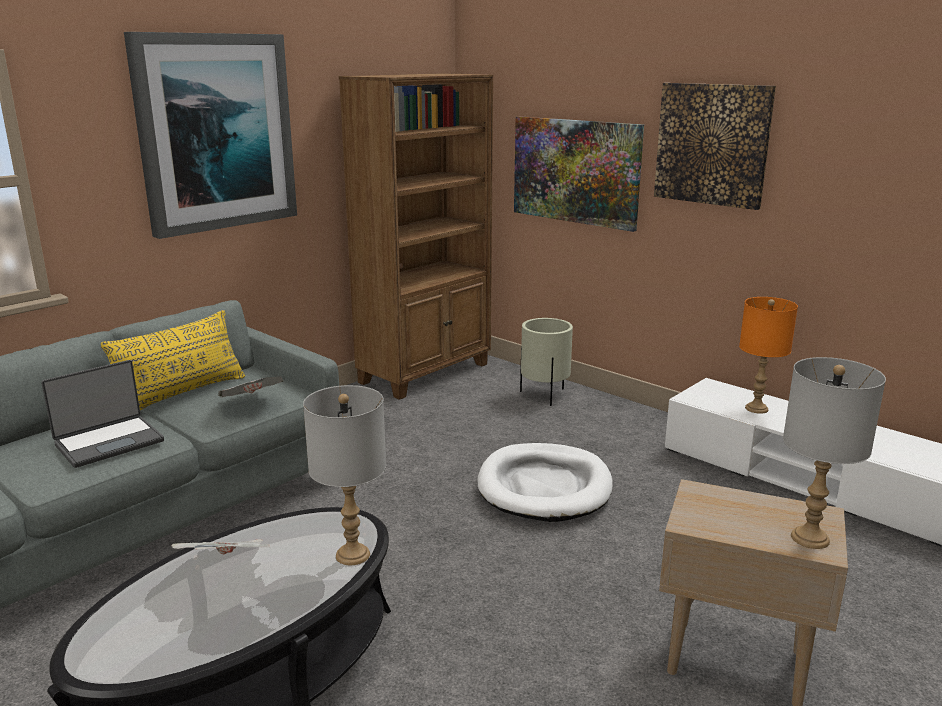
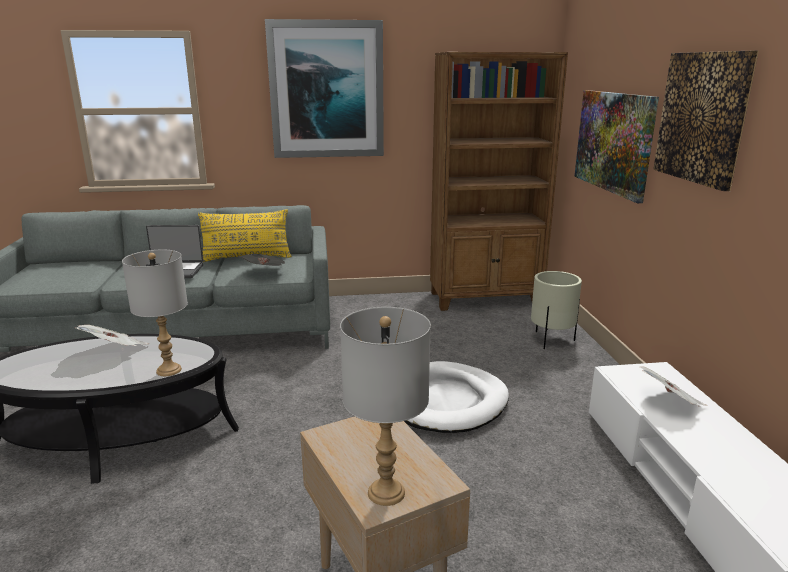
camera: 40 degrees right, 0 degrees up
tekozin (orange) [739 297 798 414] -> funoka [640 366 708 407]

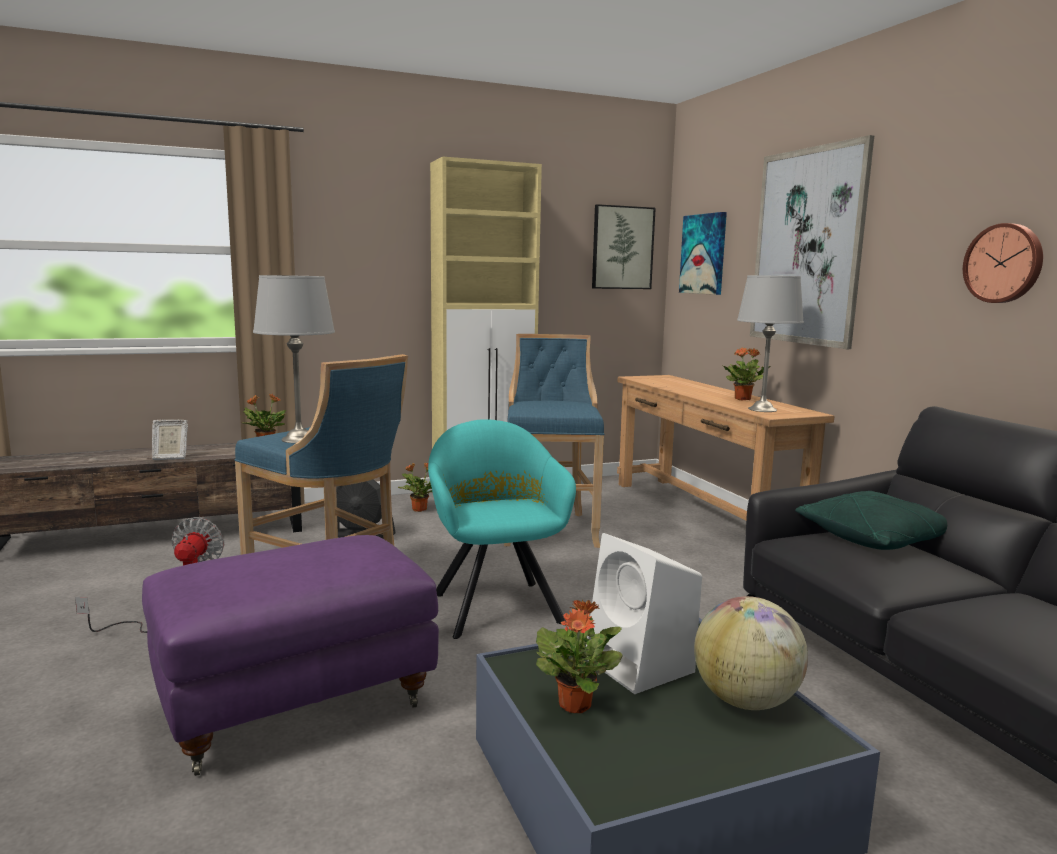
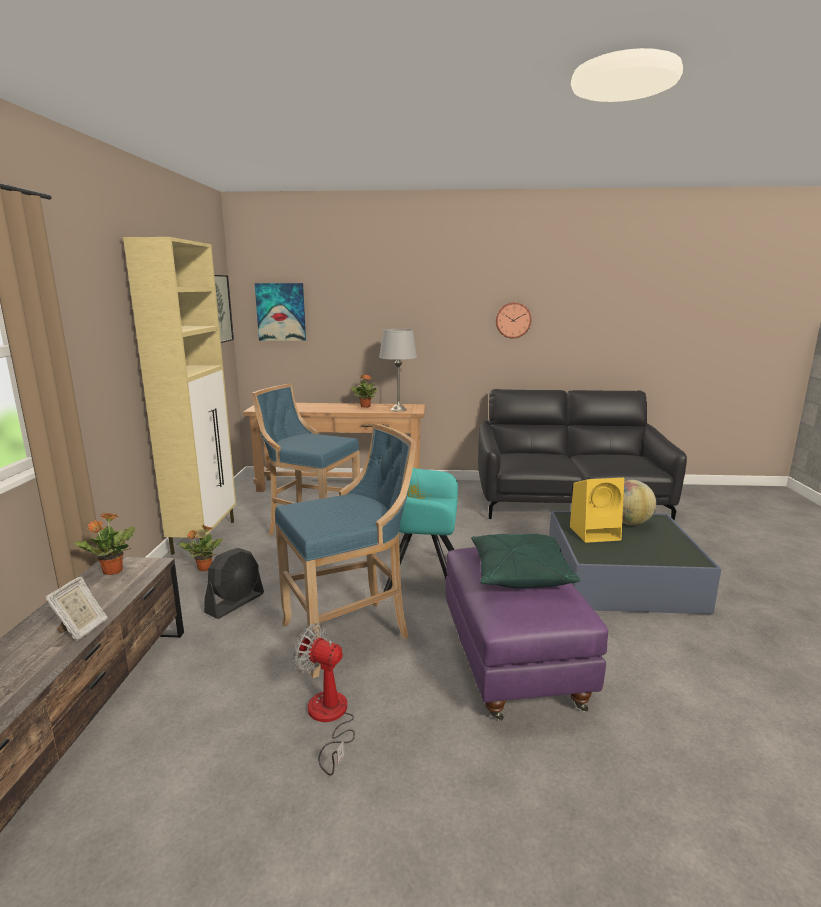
camera: 65 degrees left, 5 degrees up
tekozin (grey) [253 275 335 443] -> none
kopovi [536 600 623 713] -> none
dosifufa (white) [586 533 702 694] -> dosifufa (yellow) [570 478 624 543]
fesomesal [750 135 874 349] -> none
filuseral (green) [795 491 947 550] -> filuseral (green) [471 534 581 588], shifted

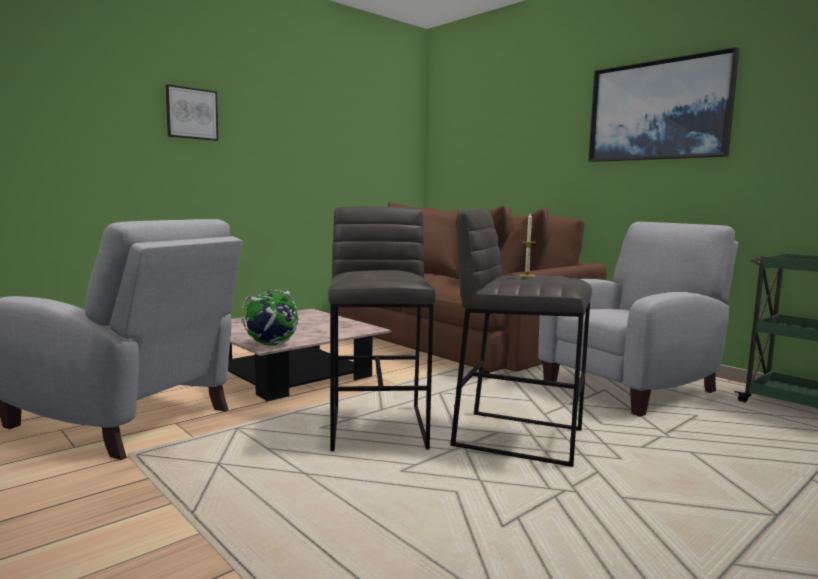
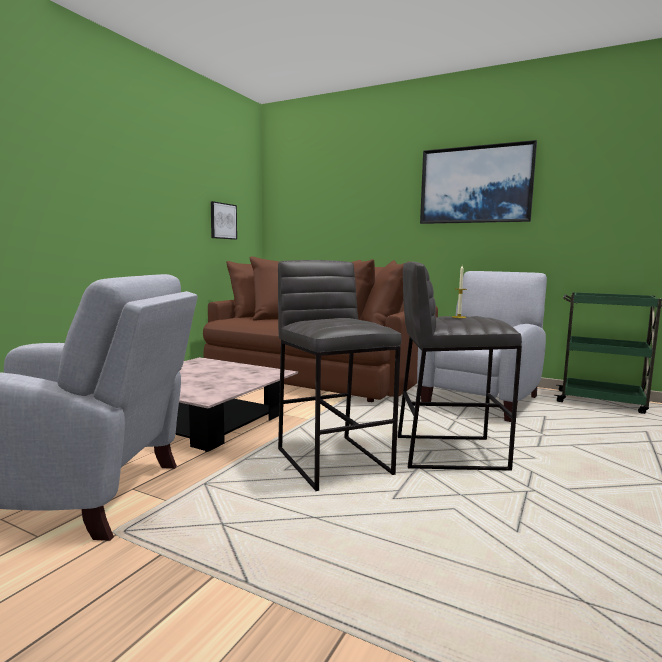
camera: 20 degrees left, 0 degrees up
fesomesal [165 84 218 141] -> fesomesal [211 201 237 240], shifted
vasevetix [241 290 299 346] -> none

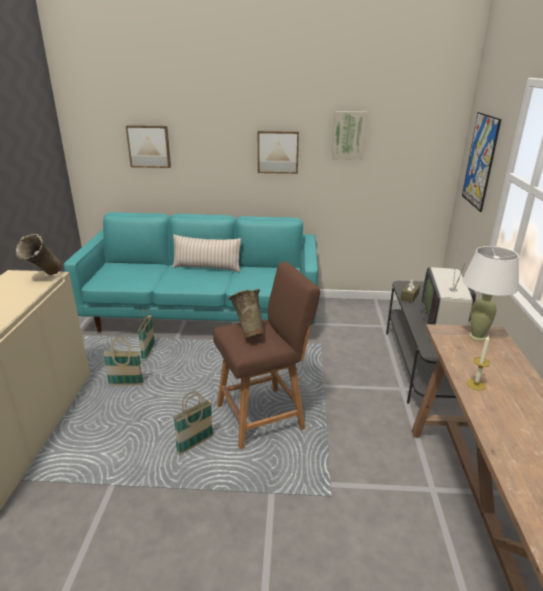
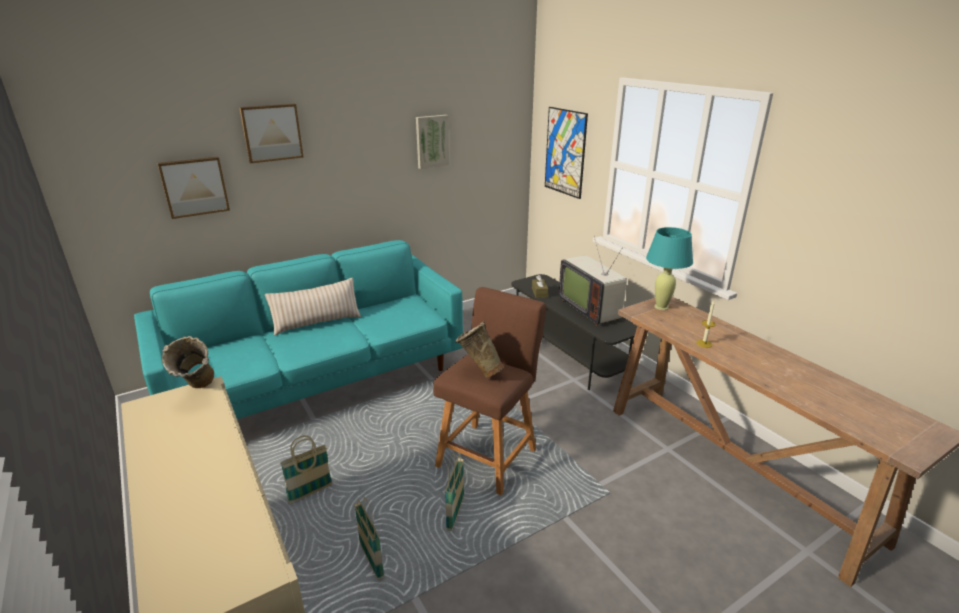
camera: 35 degrees left, 0 degrees up
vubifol [138 309 155 361] -> vubifol [354 497 384 580], shifted
fesomesal [258 131 299 174] -> fesomesal [239 104 304 163], shifted
tekozin (white) [462 246 519 341] -> tekozin (turquoise) [646 227 693 310]

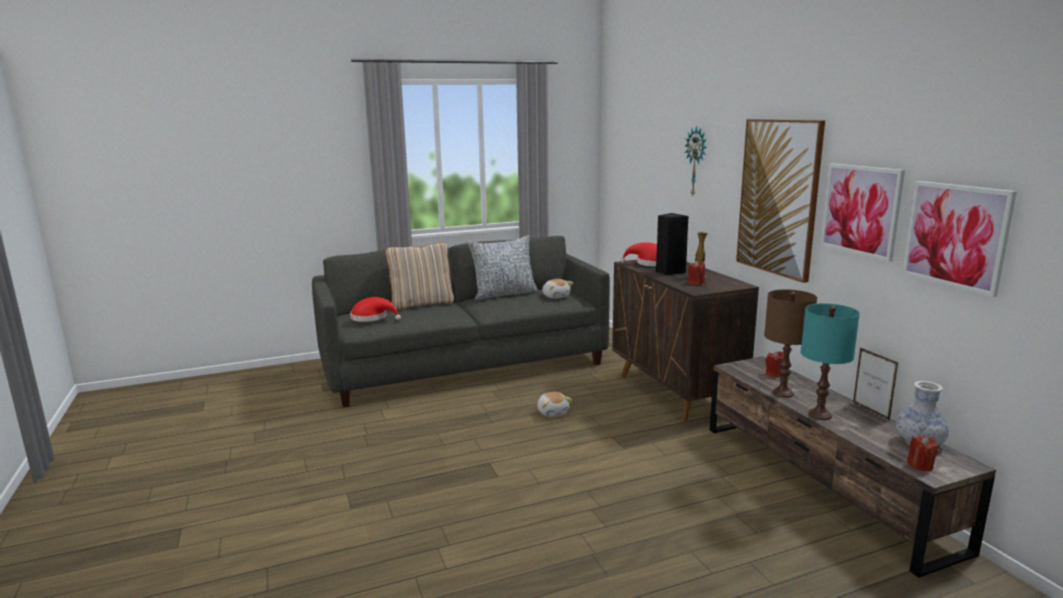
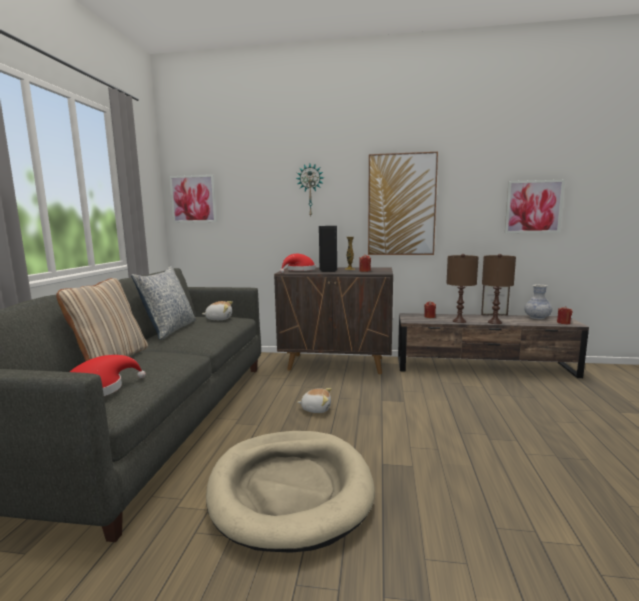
camera: 60 degrees left, 5 degrees down
tekozin (turquoise) [801 303 860 420] -> tekozin (brown) [482 254 516 324]
fesomesal [820 163 905 262] -> fesomesal [169 175 217 223], shifted
none -> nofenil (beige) [206 431 375 553]

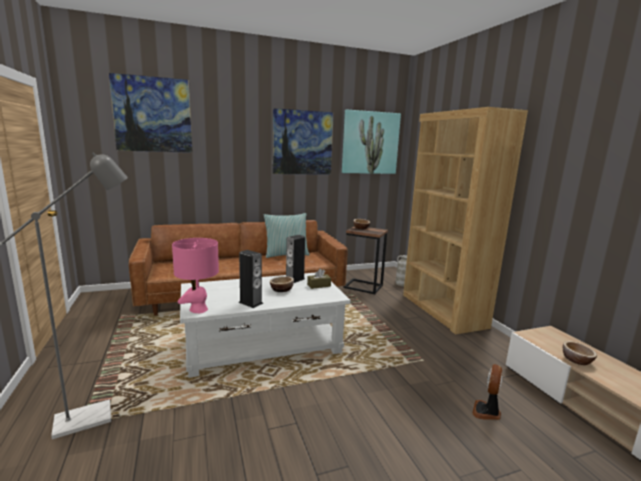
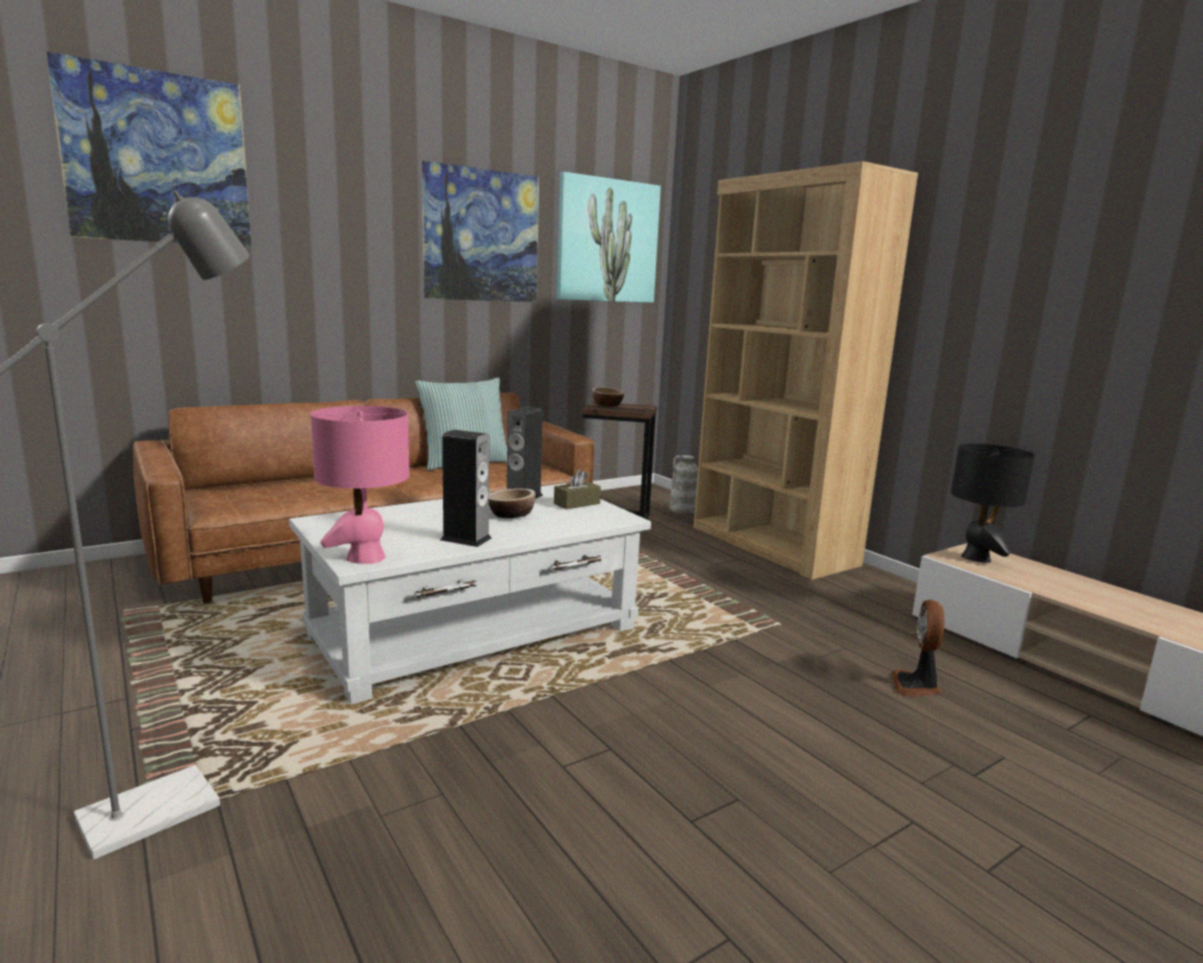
camera: 15 degrees left, 0 degrees up
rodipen [563 341 597 365] -> none
none -> tekozin (black) [951 443 1035 563]

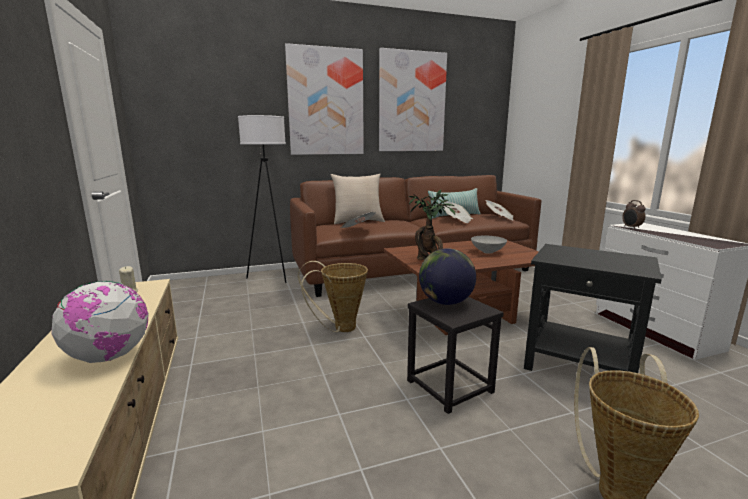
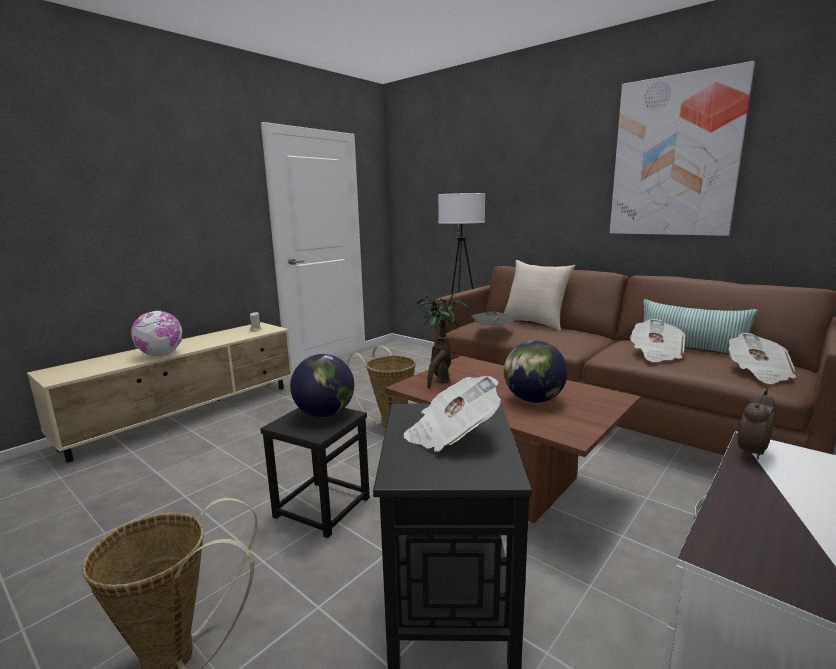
camera: 60 degrees right, 0 degrees up
fesomesal [285 43 364 155] -> none
rodipen (grey) [471 235 507 254] -> vasevetix [504 341 568 403]
none -> funoka [404 376 501 452]

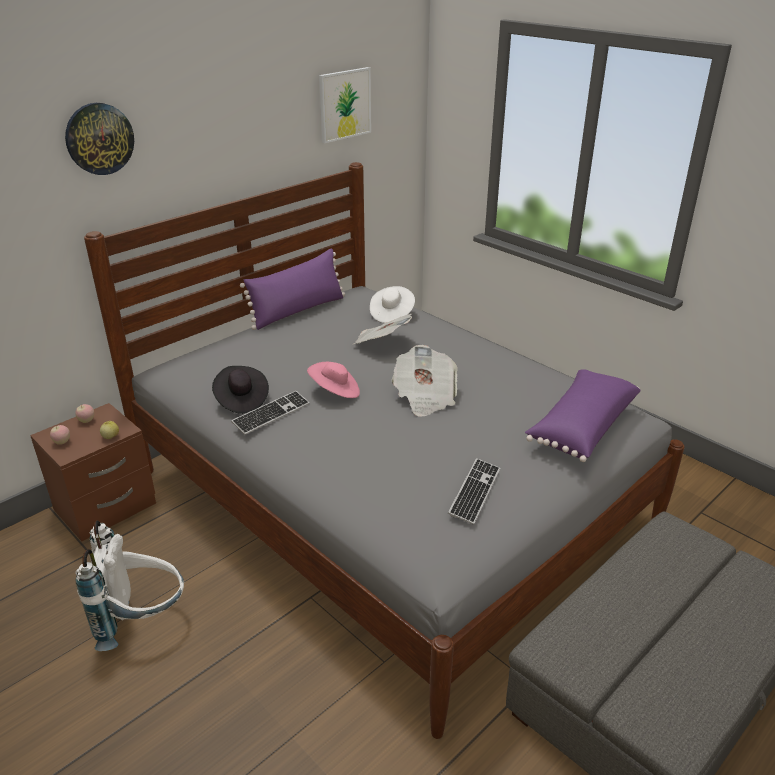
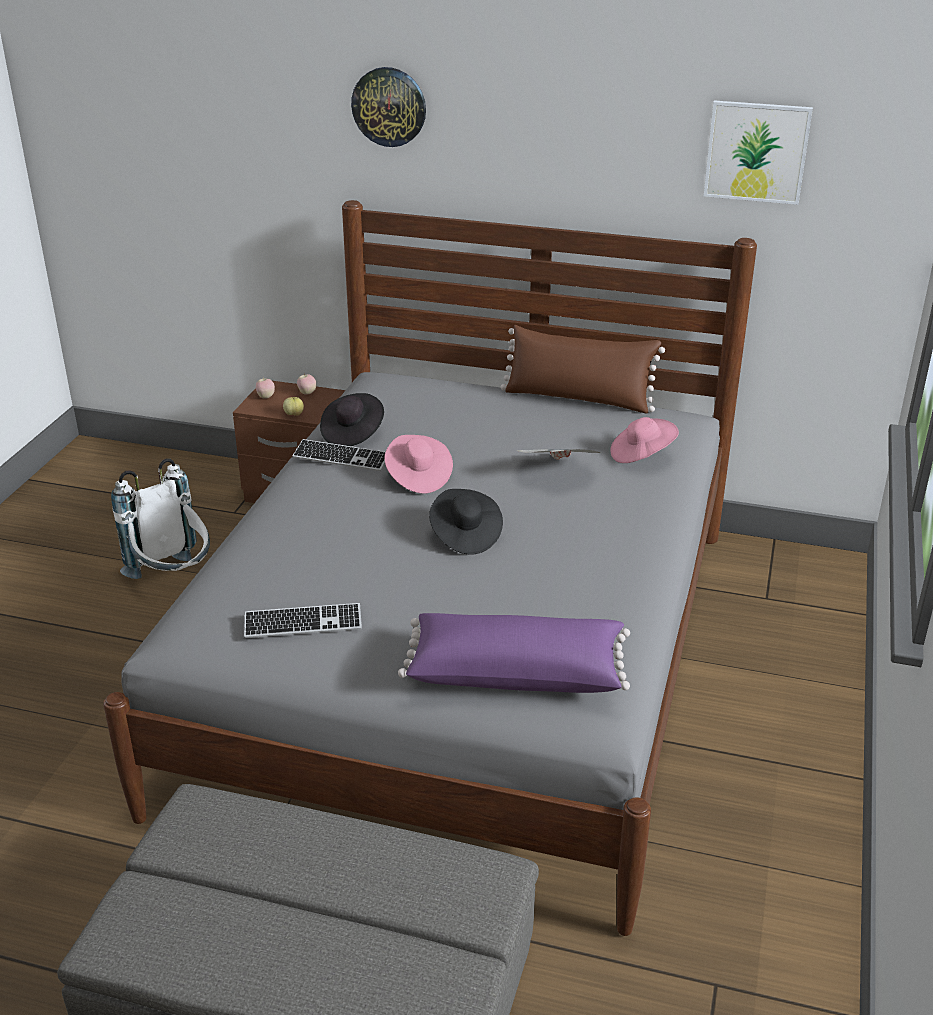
camera: 60 degrees right, 0 degrees up
filuseral (purple) [240 248 345 330] -> filuseral (brown) [500 325 665 413]
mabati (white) [370 286 415 323] -> mabati (pink) [611 417 679 463]
funoka [392 345 458 417] -> mabati (black) [429 489 503 555]

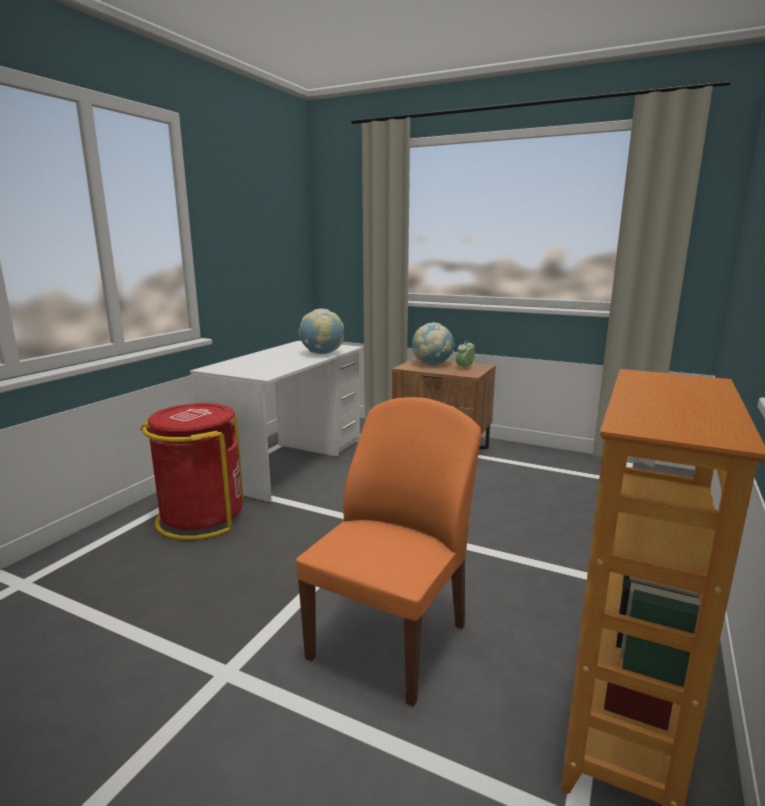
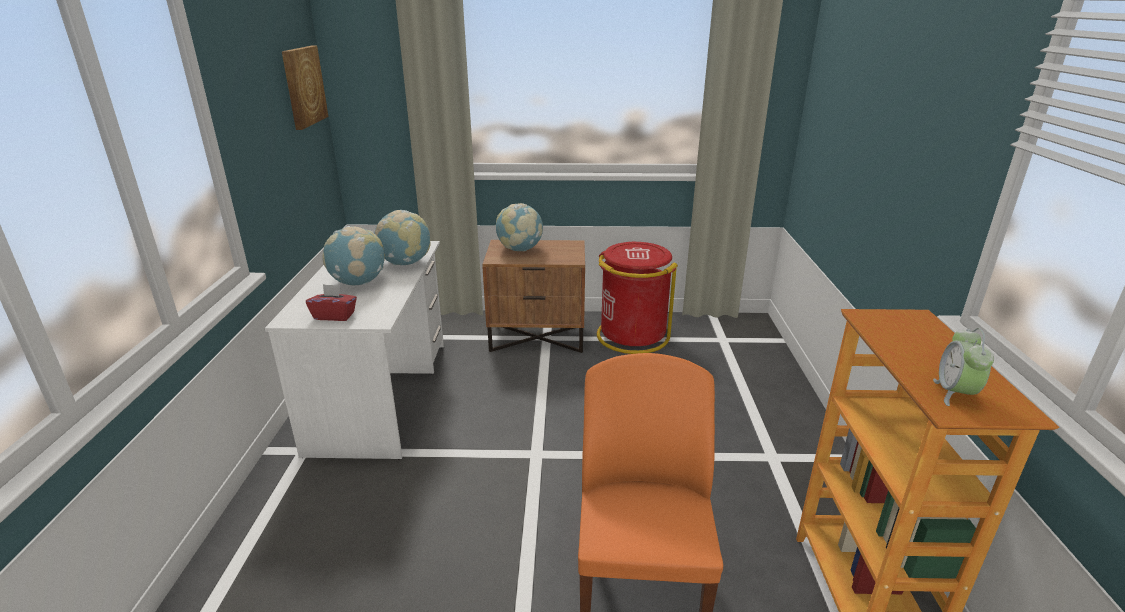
camera: 25 degrees left, 10 degrees up
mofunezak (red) [140 403 243 540] -> mofunezak (red) [597 242 678 354], shifted
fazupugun [455 340 475 370] -> fazupugun [933 328 994 406], shifted
none -> fesomesal [282 46 329 130]
none -> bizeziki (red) [306 284 357 321]
none -> vasevetix [322 226 385 285]

